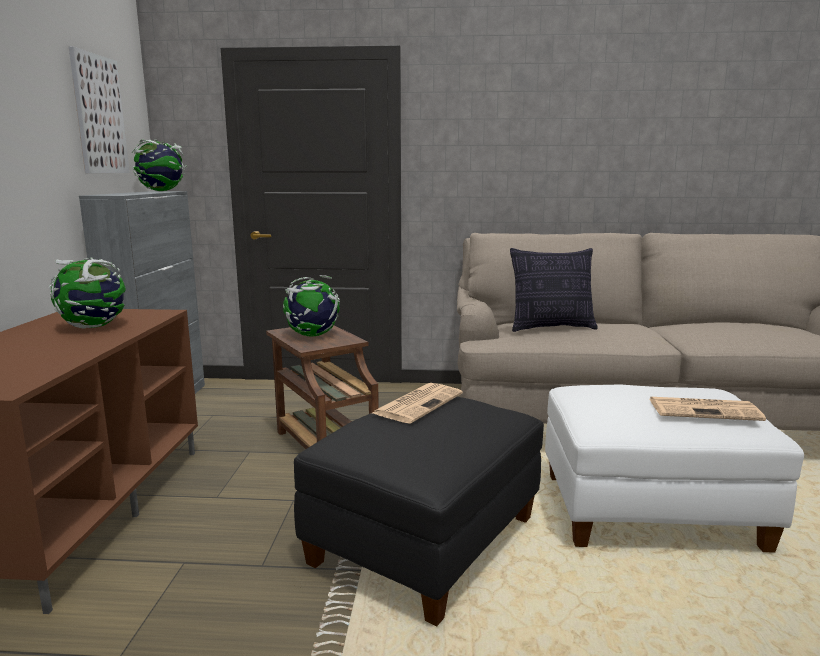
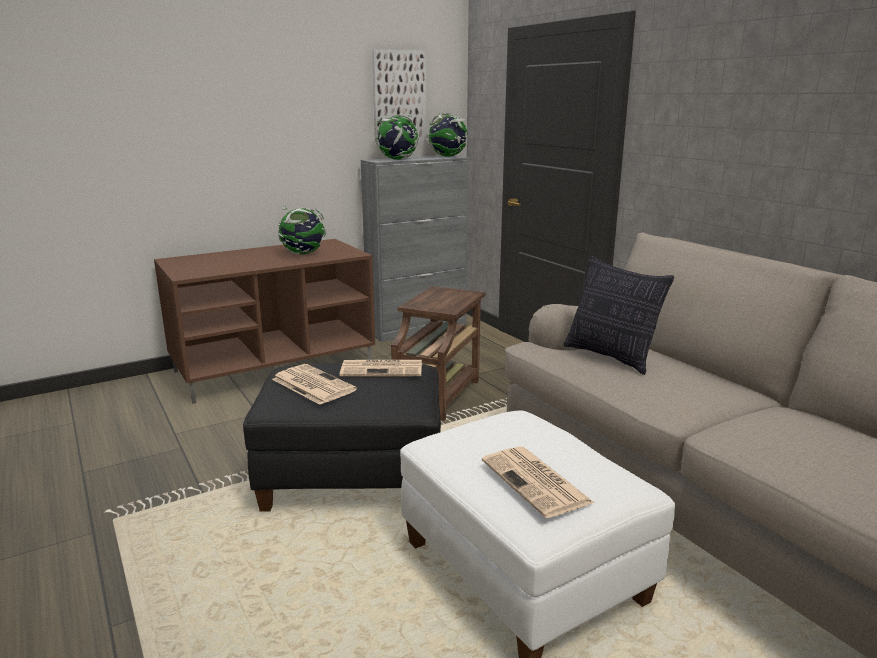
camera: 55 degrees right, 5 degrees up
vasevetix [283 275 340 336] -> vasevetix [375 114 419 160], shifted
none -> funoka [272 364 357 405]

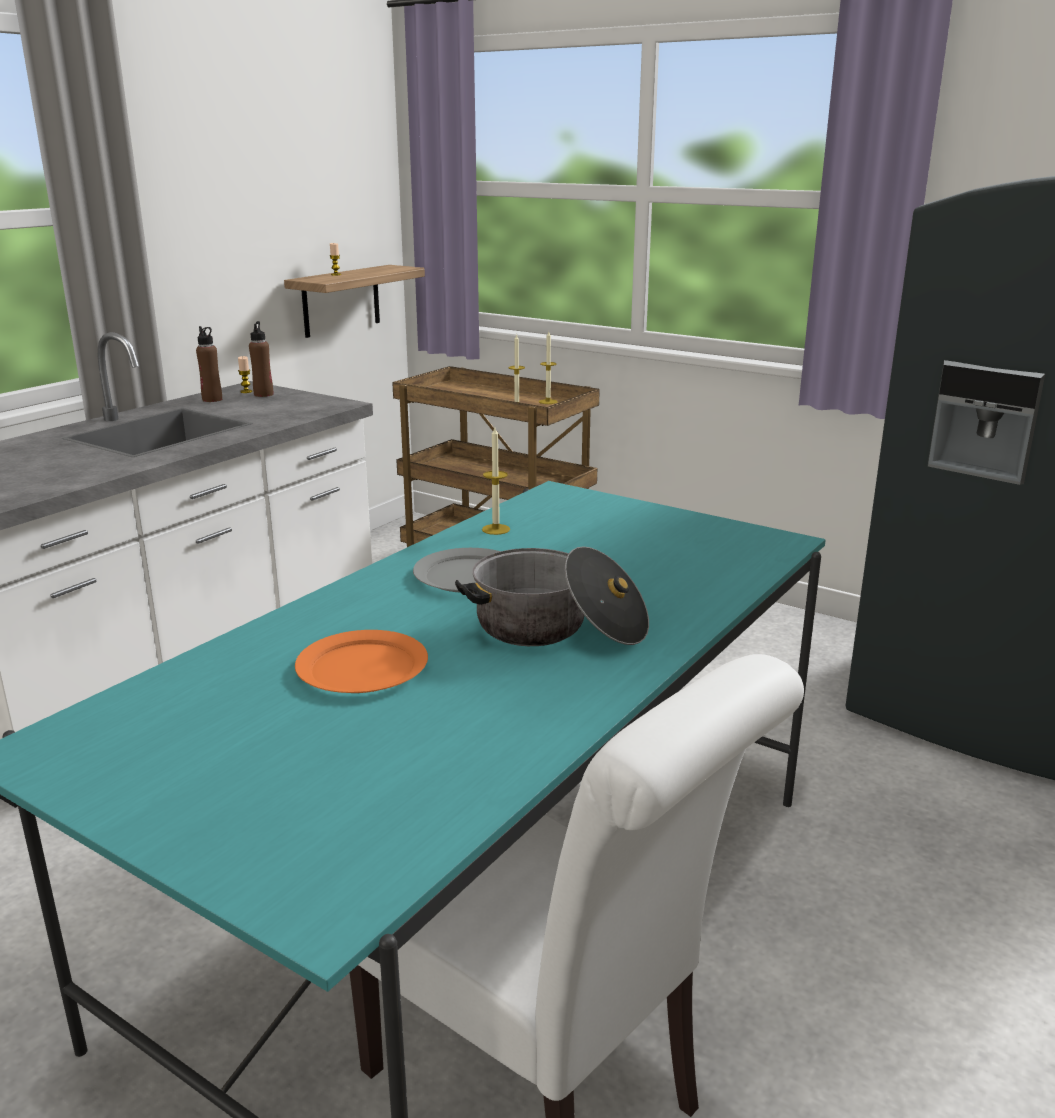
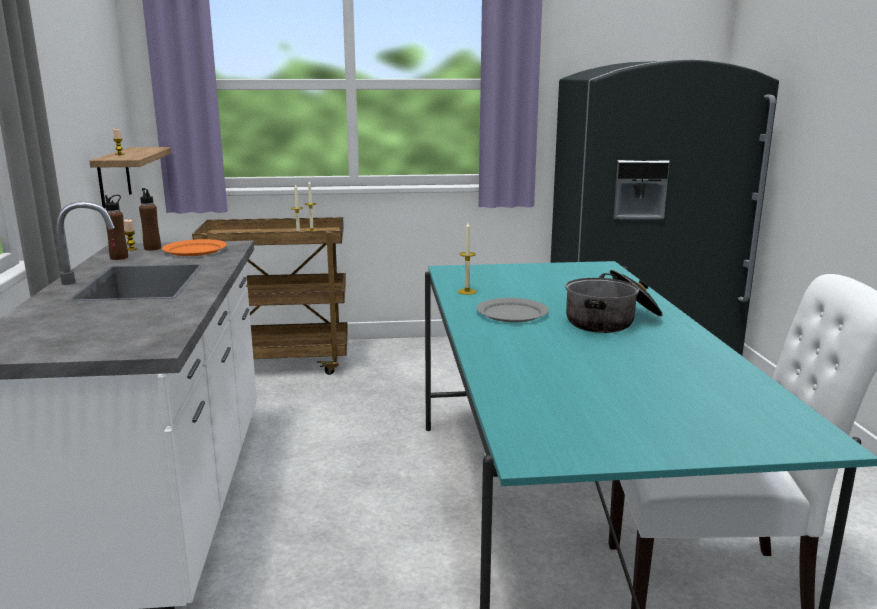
camera: 40 degrees left, 5 degrees down
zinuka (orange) [295 630 428 693] -> zinuka (orange) [162 239 227 256], shifted

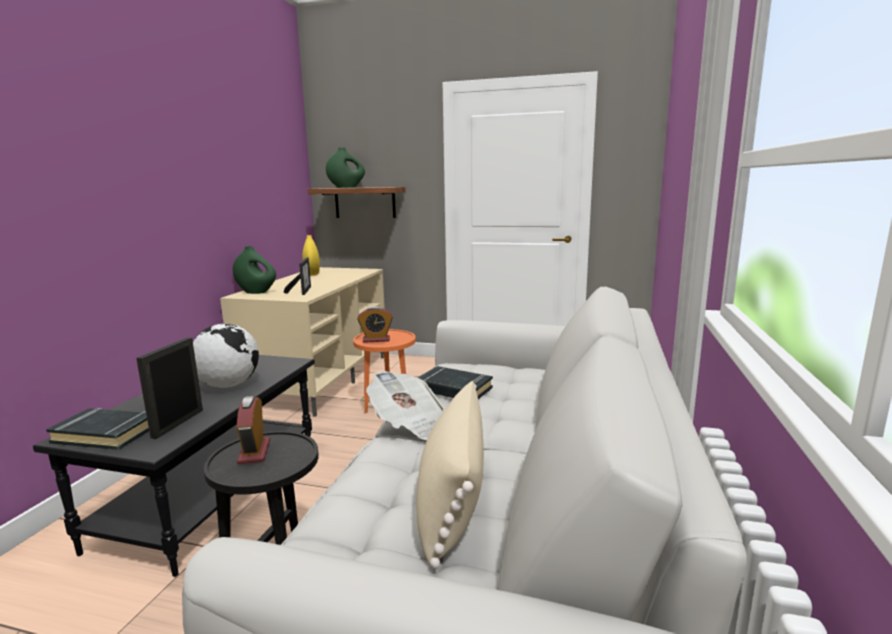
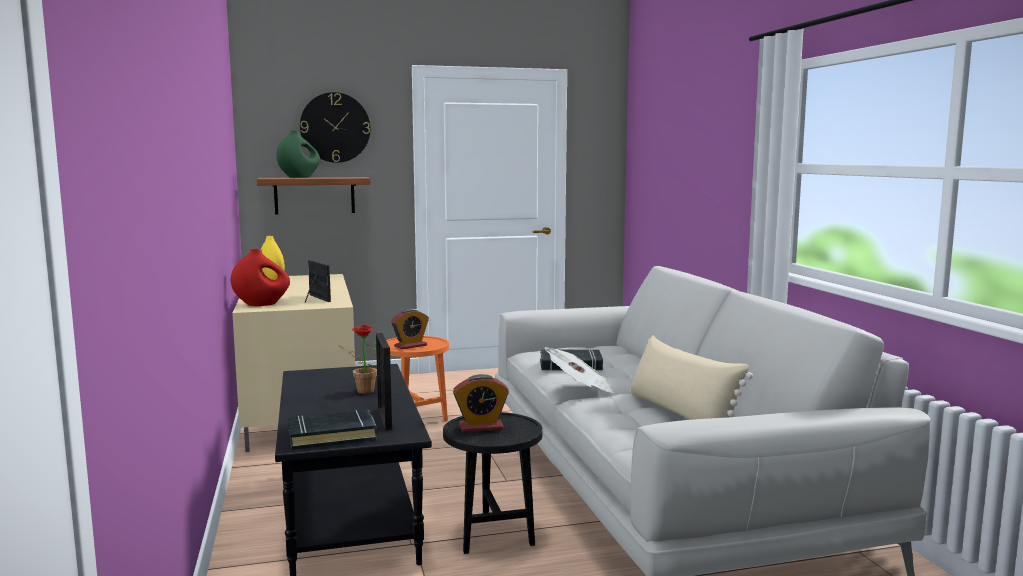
camera: 30 degrees left, 5 degrees down
vasevetix [193 323 259 388] -> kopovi [339 324 377 394]
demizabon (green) [233 246 276 294] -> demizabon (red) [231 249 290 306]
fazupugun [237 396 270 464] -> fazupugun [453 374 509 432], 60 degrees counterclockwise
none -> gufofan [300 92 370 163]

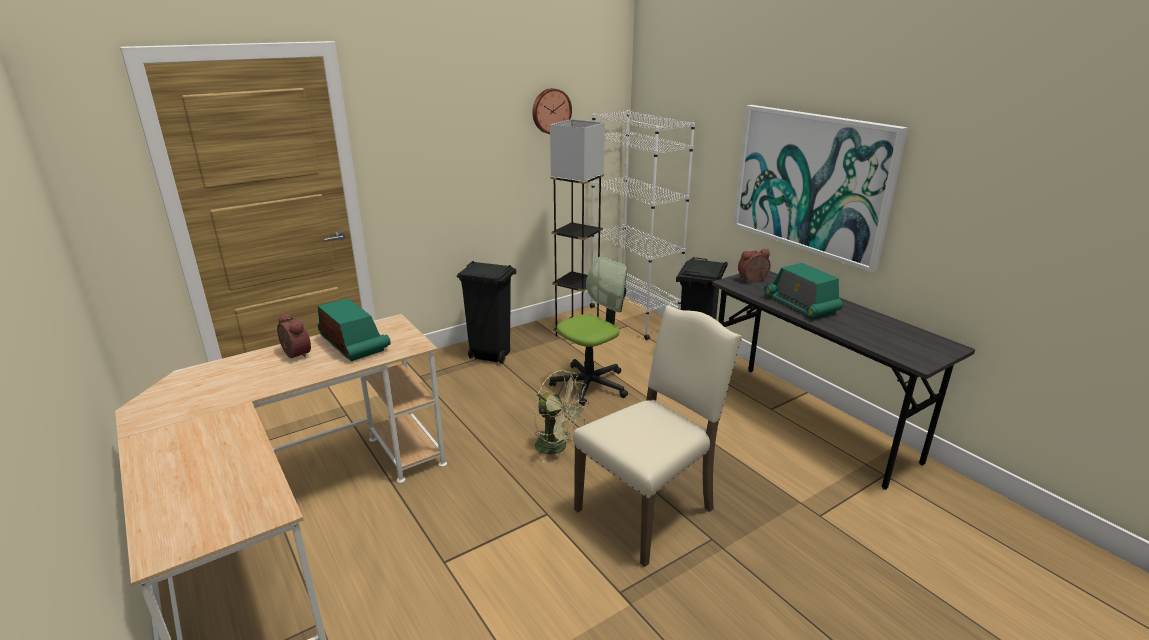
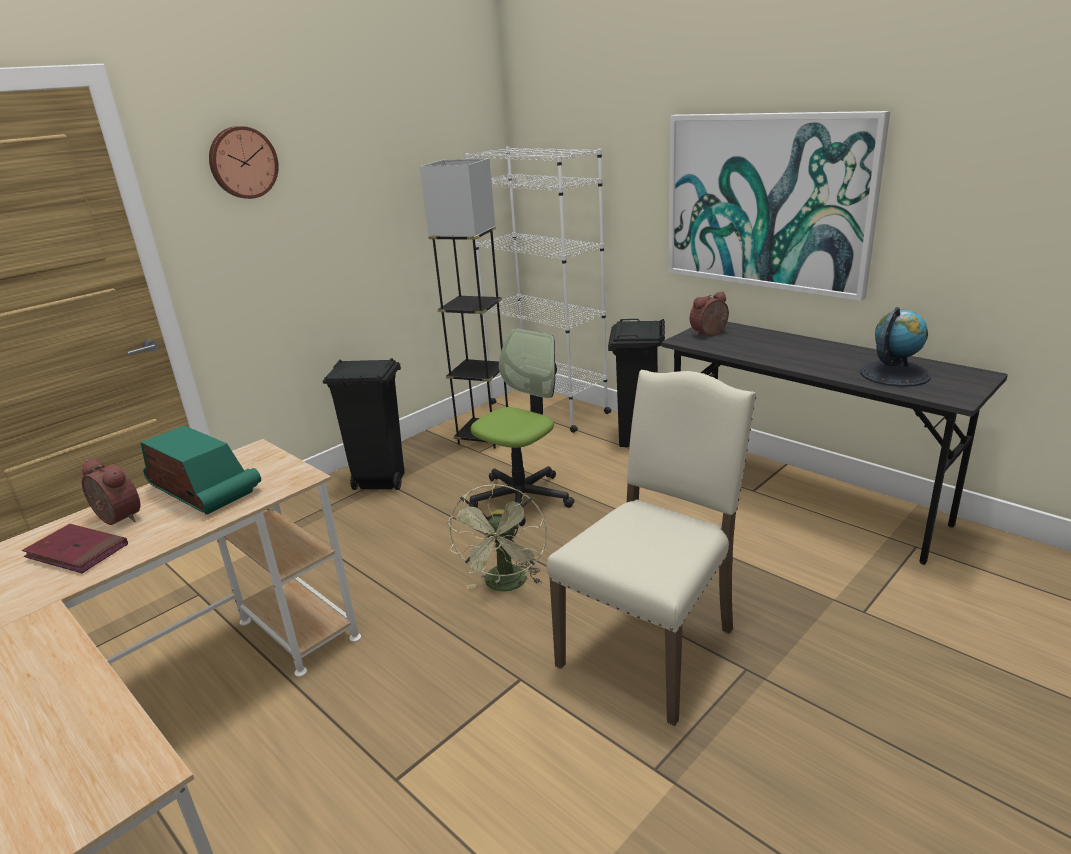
camera: 10 degrees left, 0 degrees up
gufofan [532 88 572 134] -> gufofan [209 126 279 199], shifted
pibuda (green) [534 370 589 463] -> pibuda (green) [447 484 547 591], 75 degrees clockwise
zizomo [764 263 843 319] -> none
none -> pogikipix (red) [22 524 128 573]
none -> vasevetix [860 307 931 387]

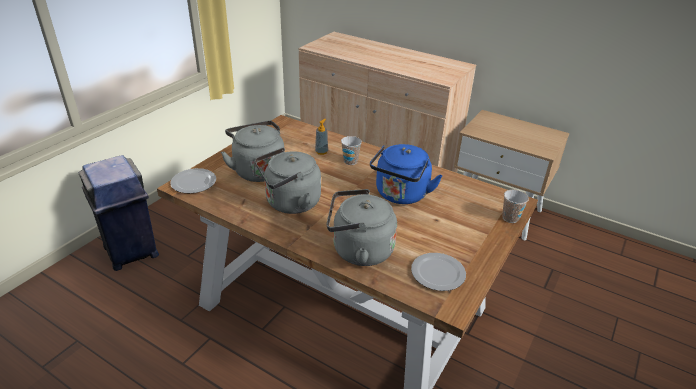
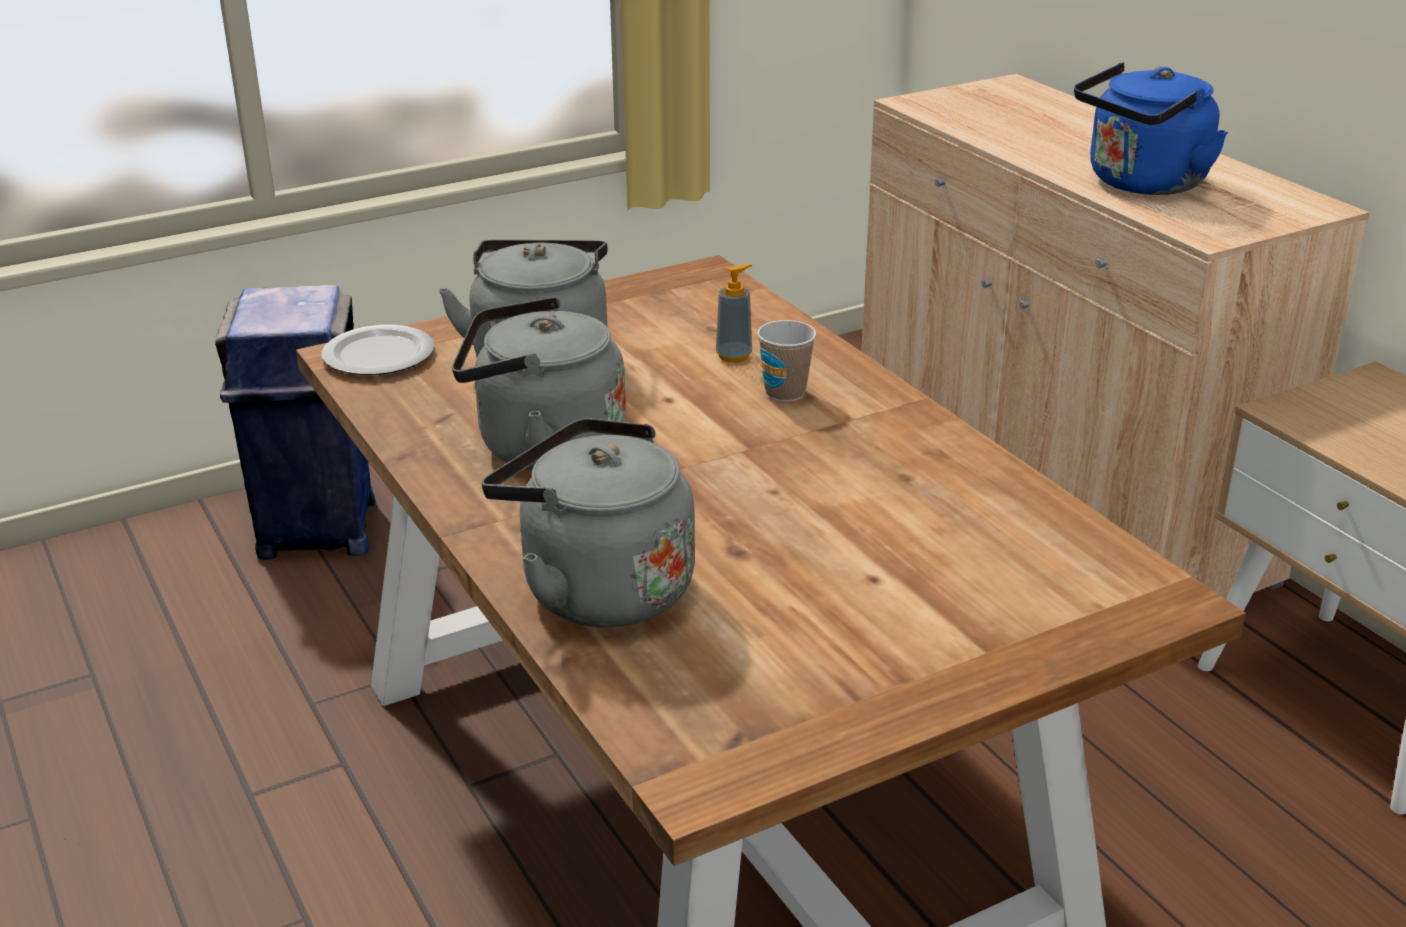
camera: 30 degrees right, 5 degrees down
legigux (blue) [370 144 443 204] -> legigux (blue) [1074 62 1228 195], shifted
zinuka [411 253 466 291] -> none
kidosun [502 190 529 223] -> none

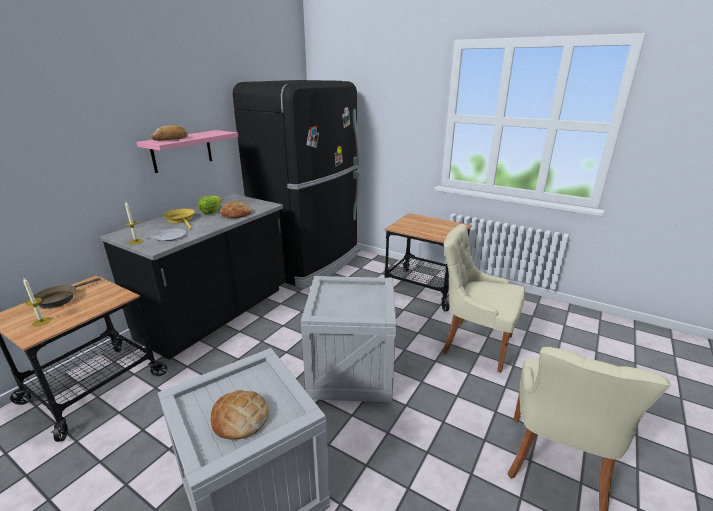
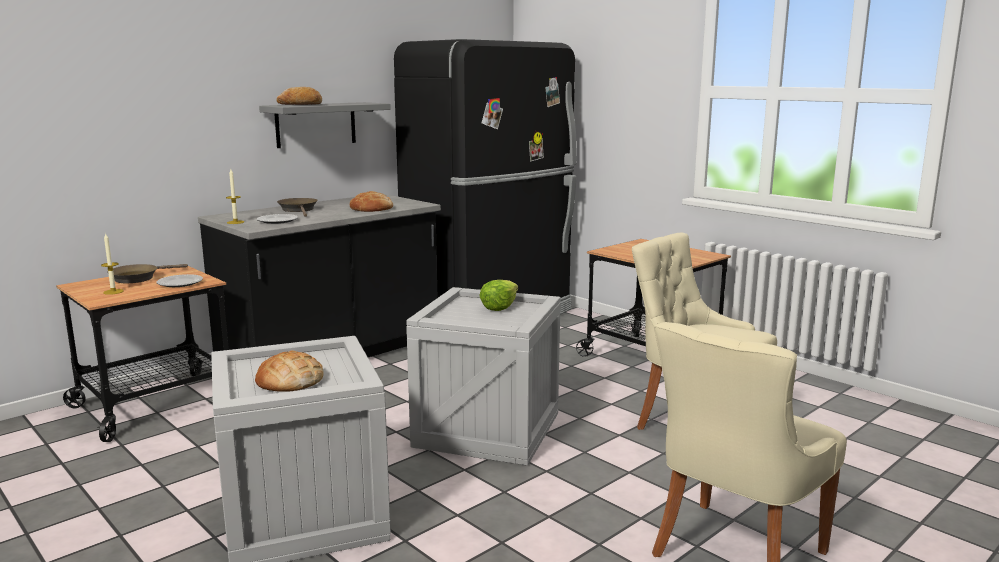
camera: 15 degrees right, 10 degrees down
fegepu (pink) [136 130 238 173] -> fegepu (grey) [259 102 391 148]
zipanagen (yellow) [163 209 195 229] -> zipanagen (brown) [277 198 318 217]
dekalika [198 196 222 214] -> dekalika [480 280 518 311], shifted
none -> zinuka [157 274 203 287]

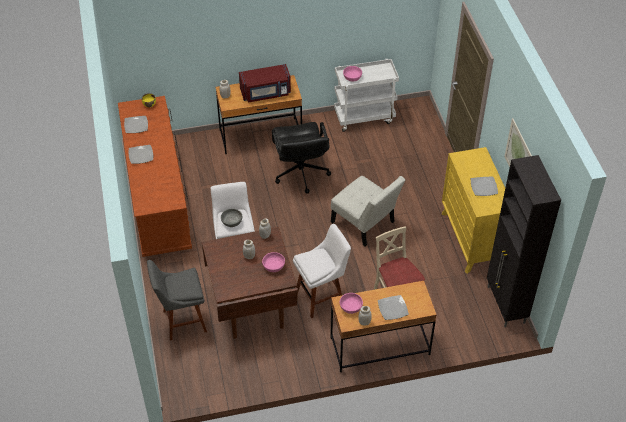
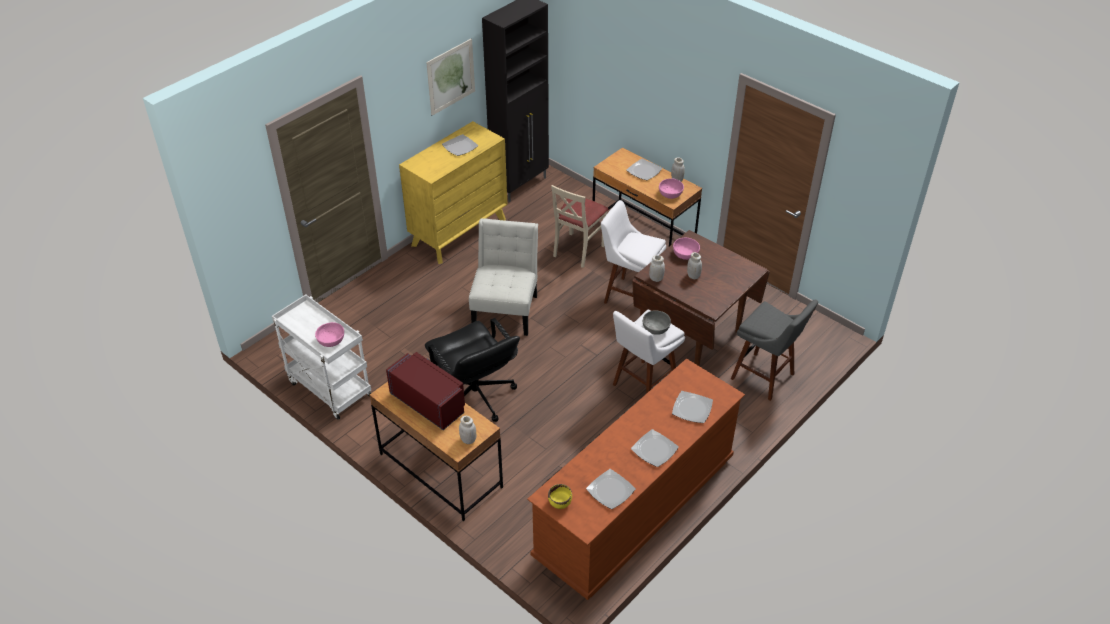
camera: 125 degrees left, 5 degrees down
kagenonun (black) [272 122 331 194] -> kagenonun (black) [425 318 520 422], 105 degrees clockwise
none -> zinuka [672 391 713 423]

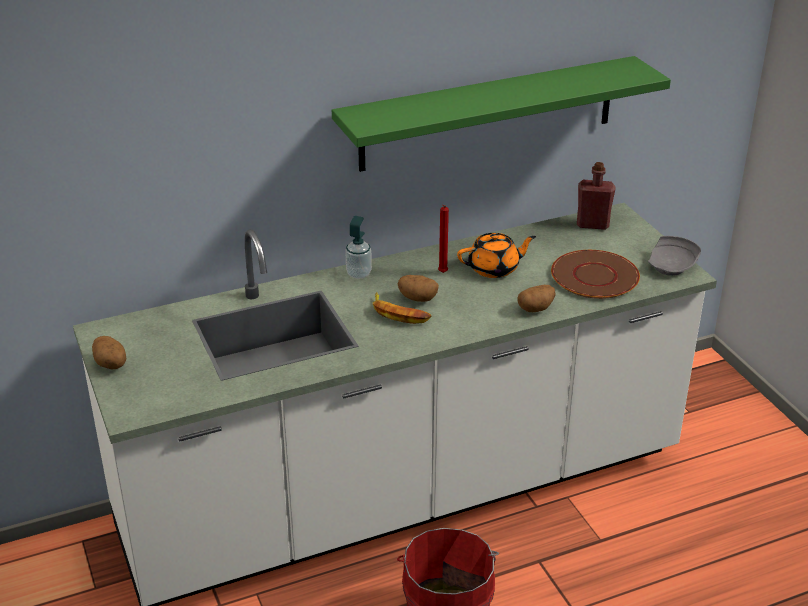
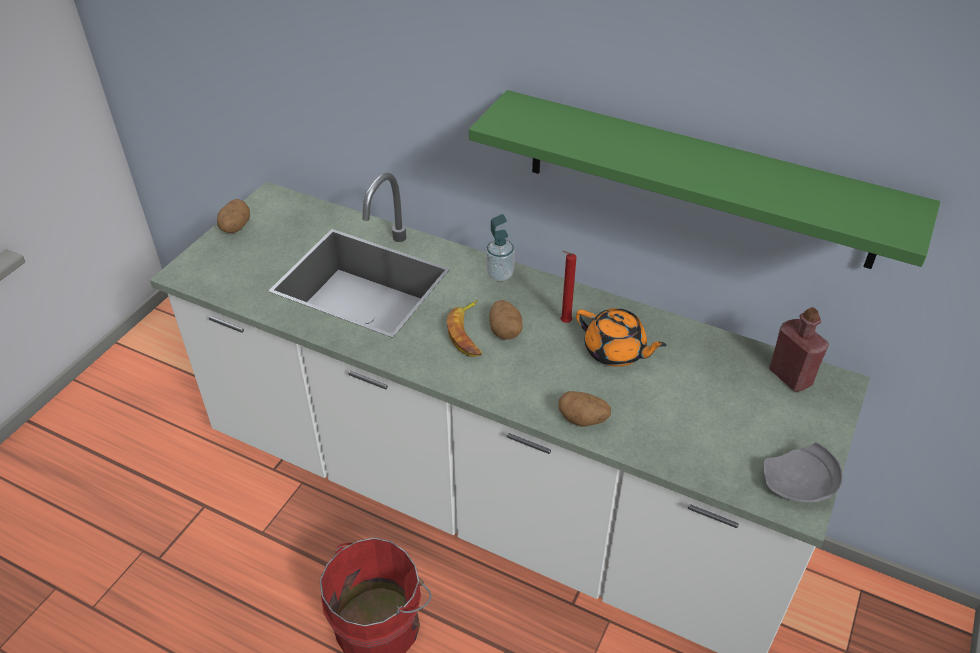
camera: 50 degrees right, 10 degrees up
zinuka (brown) [551 250 640 299] -> none

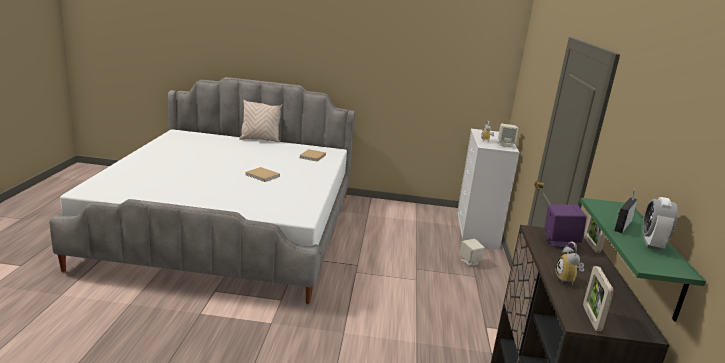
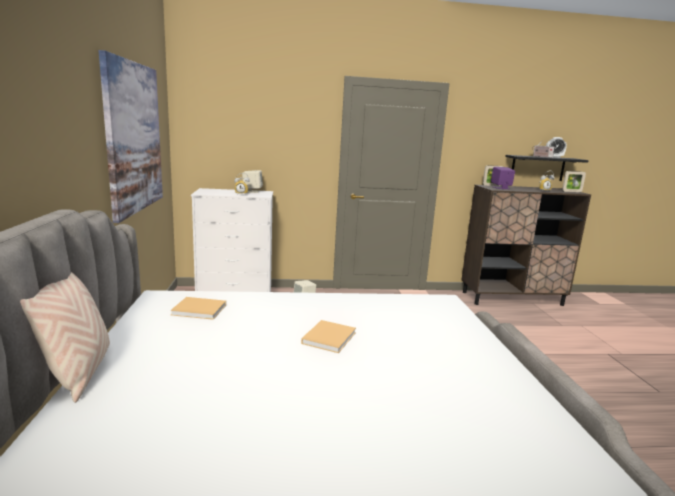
camera: 100 degrees left, 5 degrees down
fegepu (green) [580 198 706 322] -> fegepu (black) [505 155 589 181]
none -> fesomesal [99 50 163 223]

